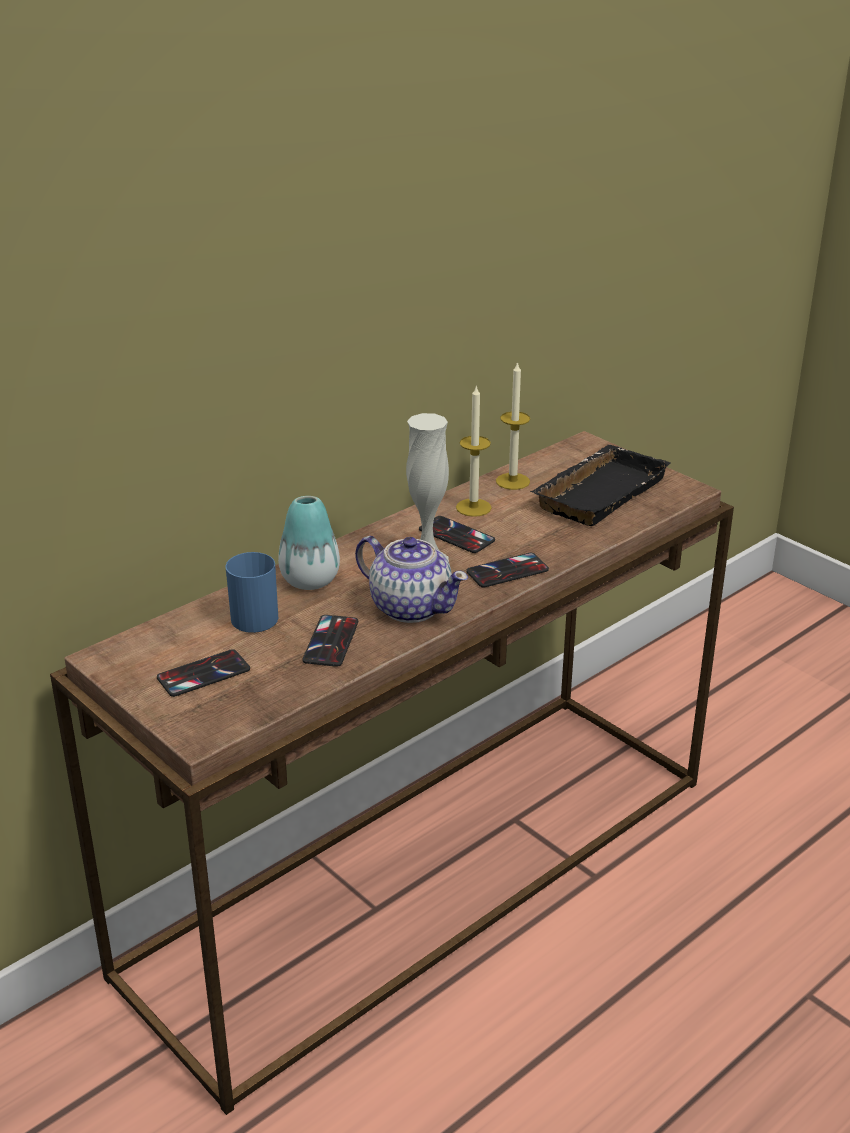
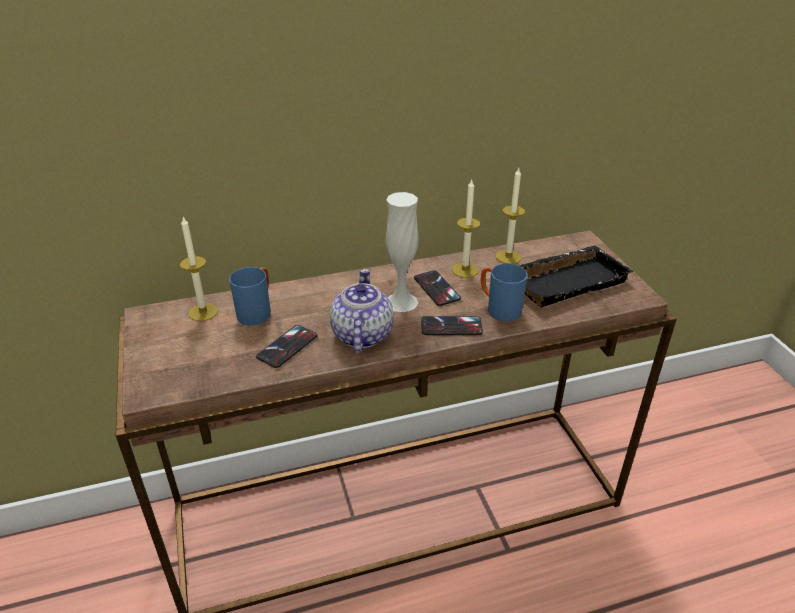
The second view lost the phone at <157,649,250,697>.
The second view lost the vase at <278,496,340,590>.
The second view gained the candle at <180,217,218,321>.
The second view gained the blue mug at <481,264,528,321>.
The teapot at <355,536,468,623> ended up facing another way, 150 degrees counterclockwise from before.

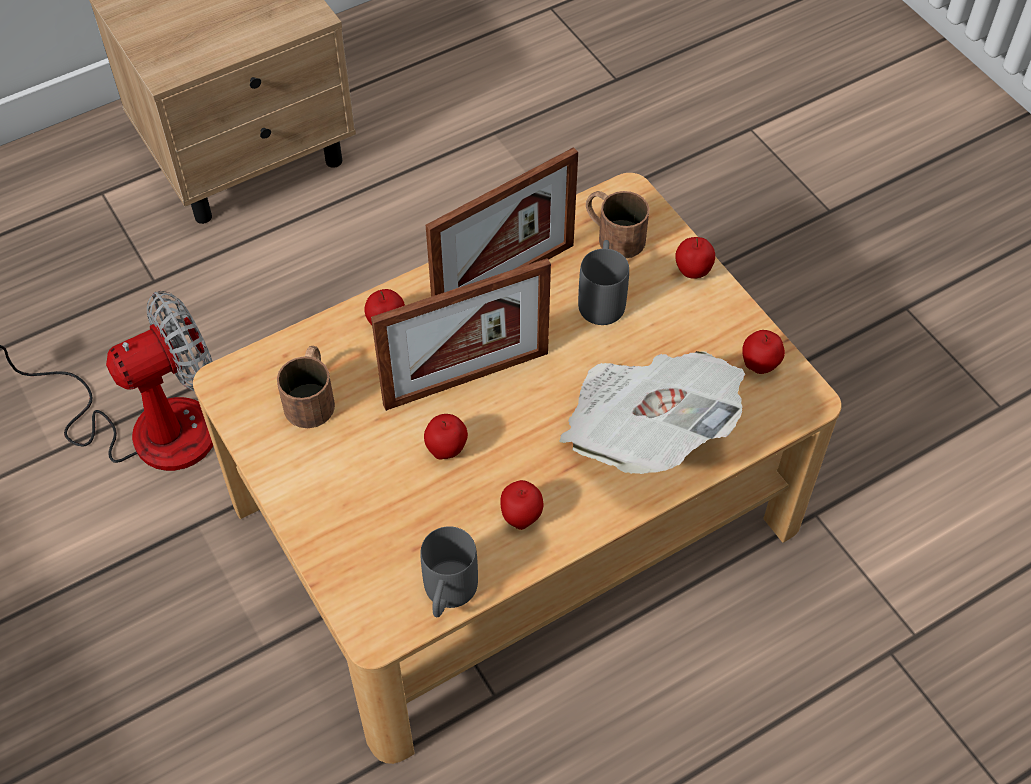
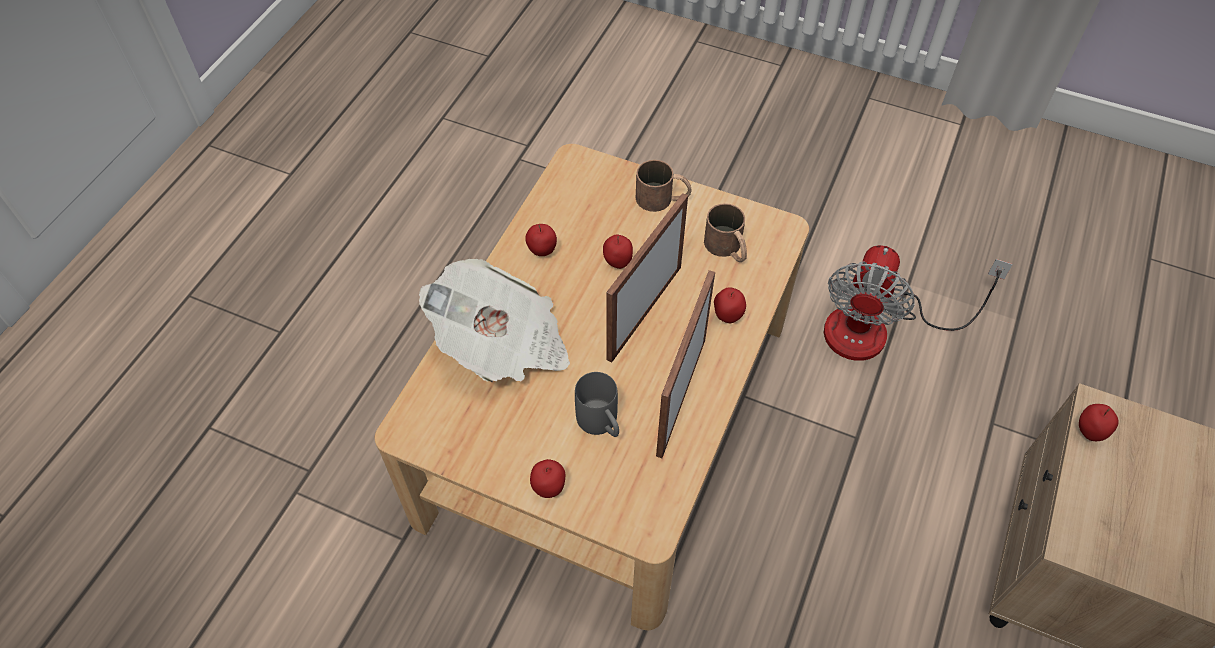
The second view lost the grey mug at <420,526,478,617>.
The brown mug ended up elsewhere, having gone from <586,191,649,258> to <636,160,692,212>.
The apple ended up elsewhere, having gone from <742,330,785,374> to <1079,404,1119,441>.

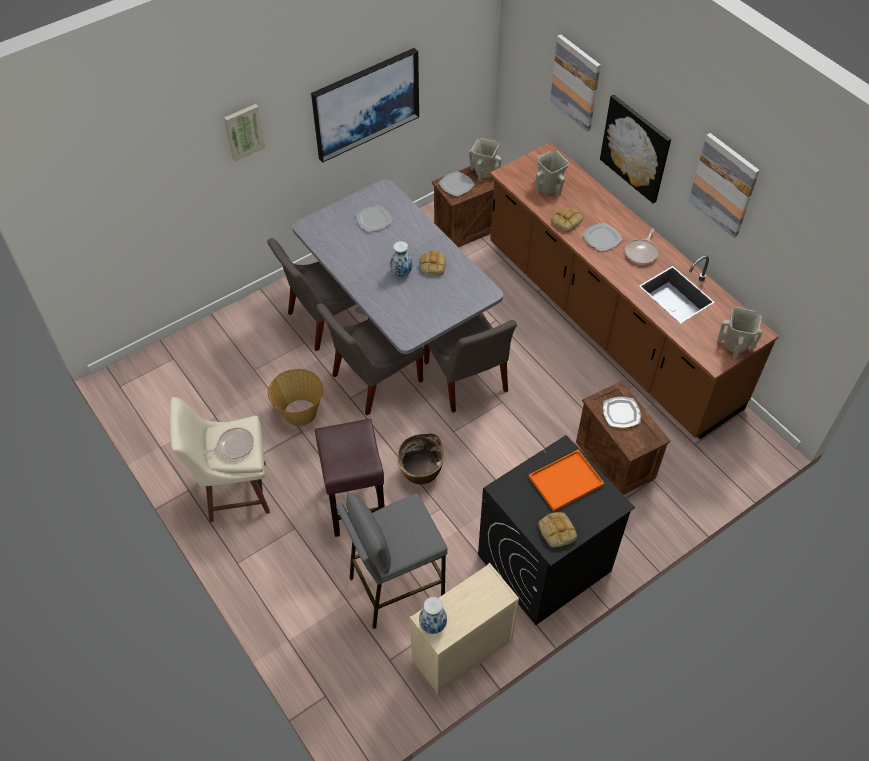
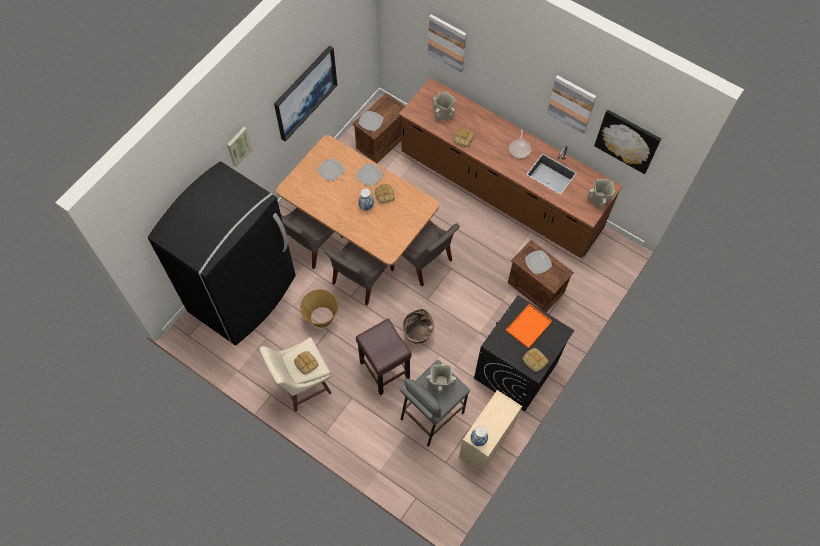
The second view gained the black fridge at <148,161,296,345>.
The beige vase ended up elsewhere, having gone from <469,138,501,181> to <427,364,456,396>.
The plate ended up elsewhere, having gone from <583,223,623,251> to <356,163,383,186>.
The picture ended up elsewhere, having gone from <600,95,671,203> to <594,110,661,174>.
Where the frying pan stood at <202,427,254,459>, the bread came to stand at <294,351,318,374>.
What was the grey dining table at <292,179,503,354> turned into the brown dining table at <276,135,439,266>.

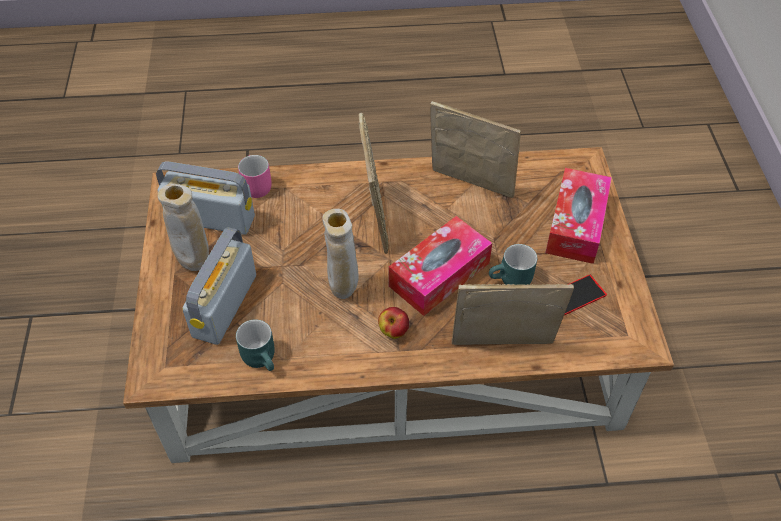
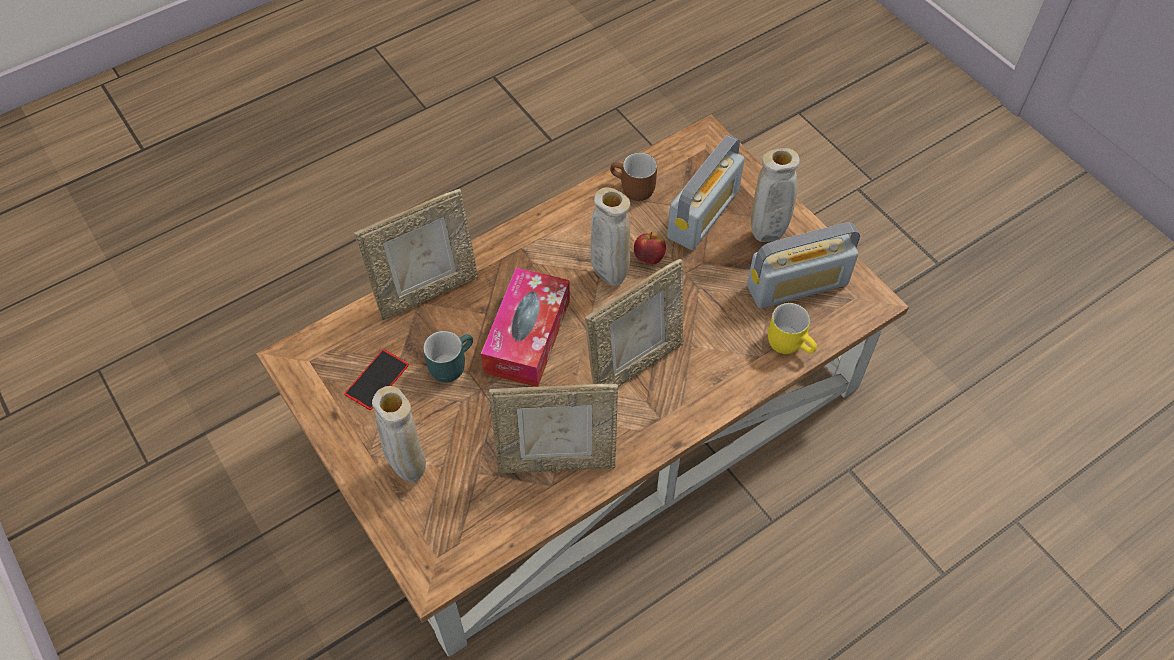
The apple ended up elsewhere, having gone from <378,307,409,339> to <634,232,666,265>.
Where the tissue box stood at <545,168,612,264>, the beige vase came to stand at <372,386,426,482>.
What was the turquoise mug at <236,319,275,371> turned into the brown mug at <610,153,657,201>.
What was the pink mug at <238,155,272,198> turned into the yellow mug at <768,303,817,354>.
The radio at <182,227,256,345> ended up facing another way, 45 degrees clockwise from before.
The picture frame at <358,112,389,254> ended up facing another way, 90 degrees counterclockwise from before.

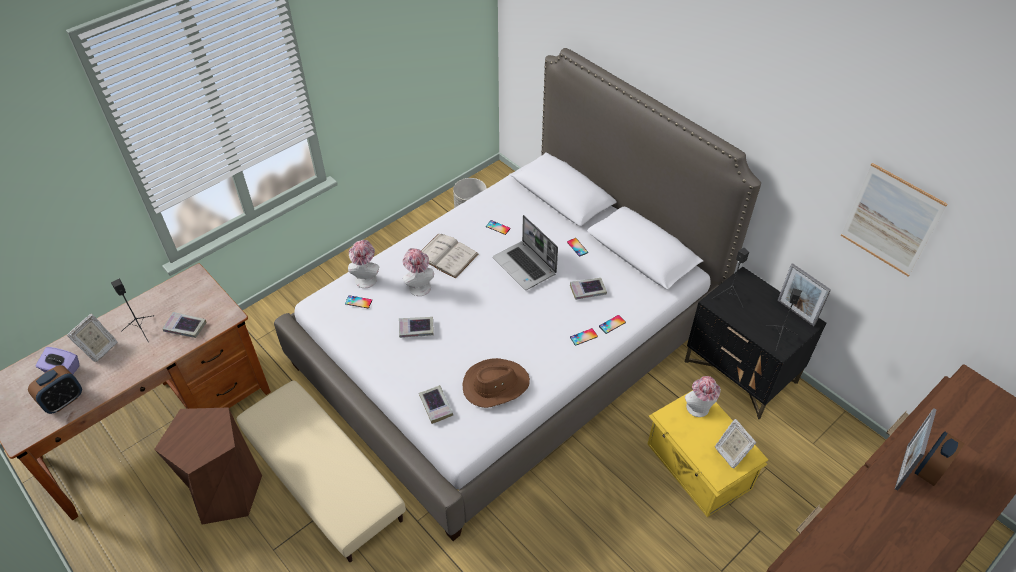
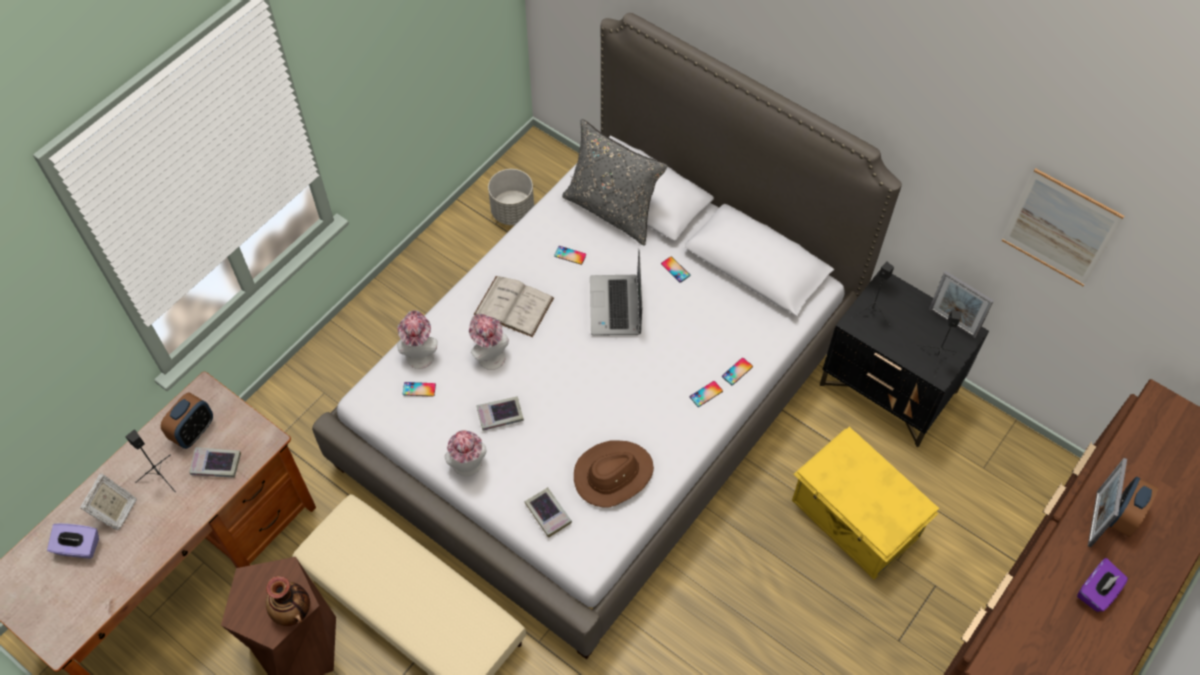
The second view lost the book at <570,278,607,300>.
The second view lost the picture frame at <715,419,756,468>.
The second view gained the vase at <266,576,310,626>.
The second view gained the grey pillow at <562,119,668,246>.
The second view gained the purple tissue box at <1077,558,1128,612>.
The alarm clock ended up elsewhere, having gone from <28,365,82,414> to <161,393,213,449>.
The hat ended up elsewhere, having gone from <685,376,721,417> to <445,430,486,476>.
The laptop at <493,215,558,290> ended up facing another way, 45 degrees clockwise from before.

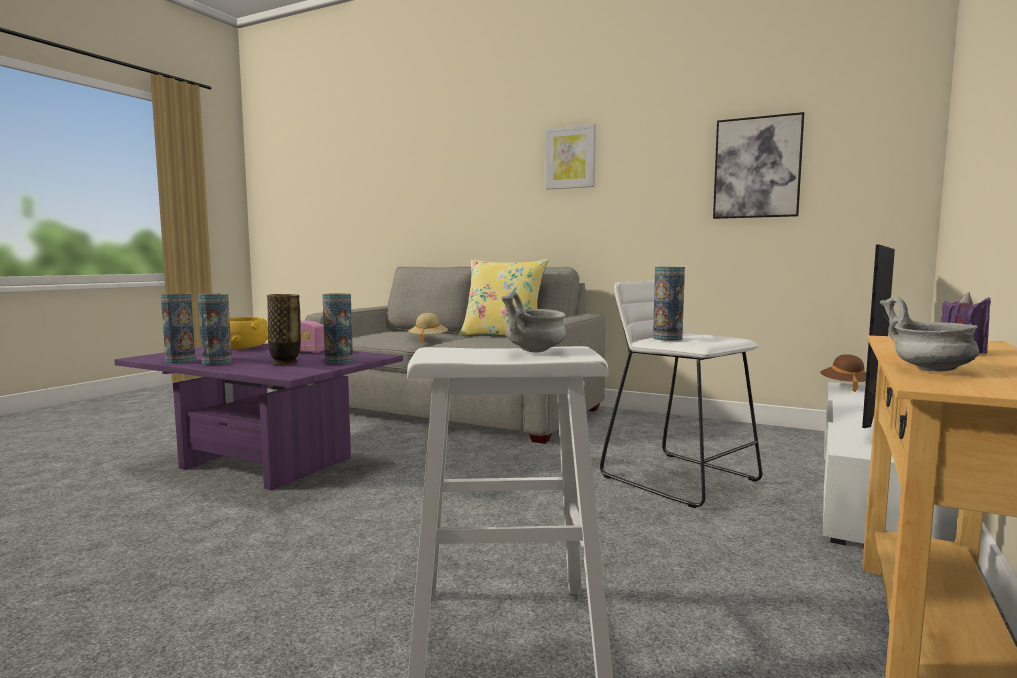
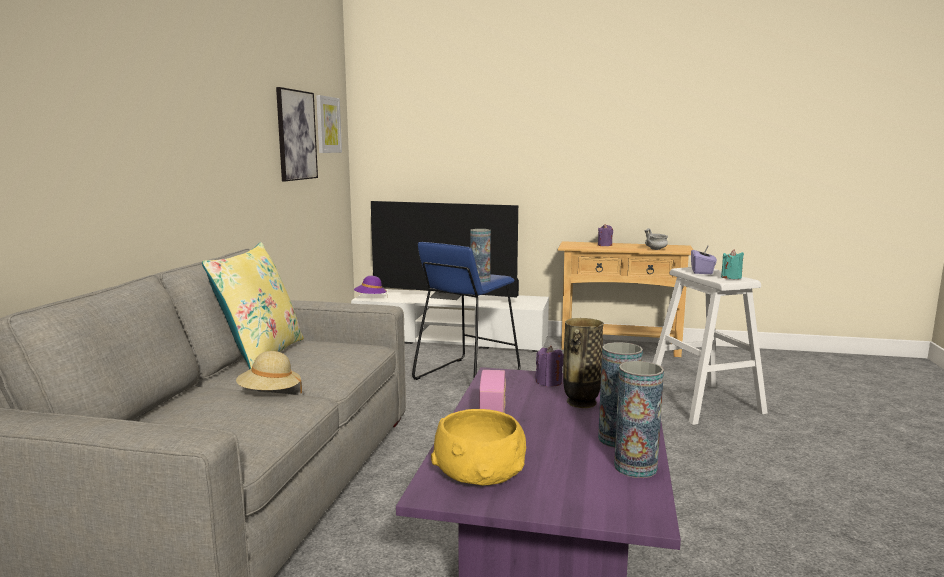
The second view gained the turquoise candle at <721,249,744,279>.
The picture ended up elsewhere, having gone from <545,124,596,189> to <316,95,342,153>.
Where the vase stood at <322,293,353,364>, the purple candle came to stand at <535,346,564,387>.
Where the grey bowl stood at <502,291,566,352>, the purple tissue box came to stand at <691,246,717,274>.
What was the white stool at <600,280,763,508> turned into the blue stool at <412,242,520,380>.
What was the brown hat at <820,354,866,392> turned into the purple hat at <354,276,387,294>.

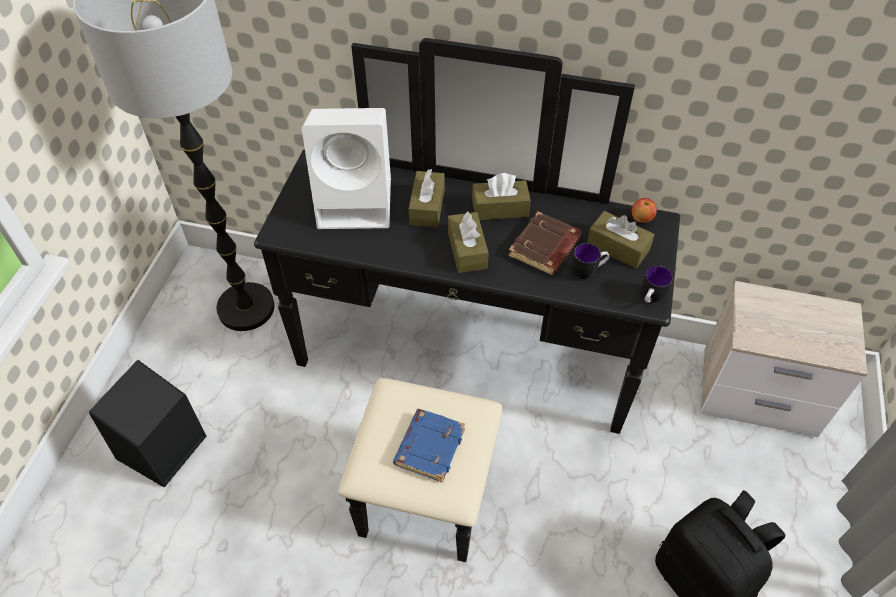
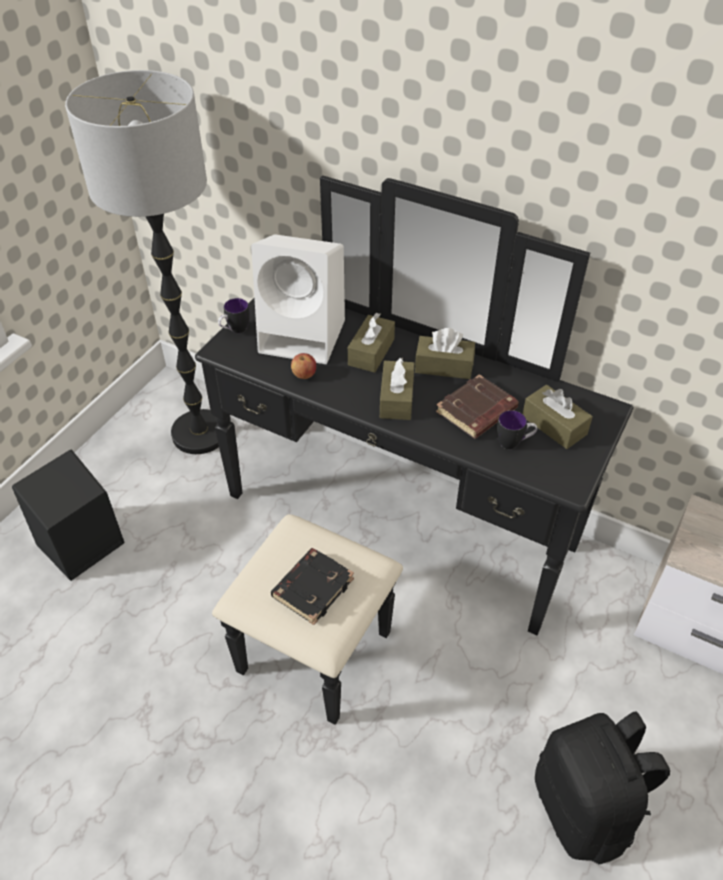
The apple ended up elsewhere, having gone from <632,198,657,223> to <291,353,316,379>.
The mug ended up elsewhere, having gone from <642,266,673,303> to <218,298,250,333>.
What was the blue book at <393,409,465,483> turned into the black book at <271,548,354,625>.

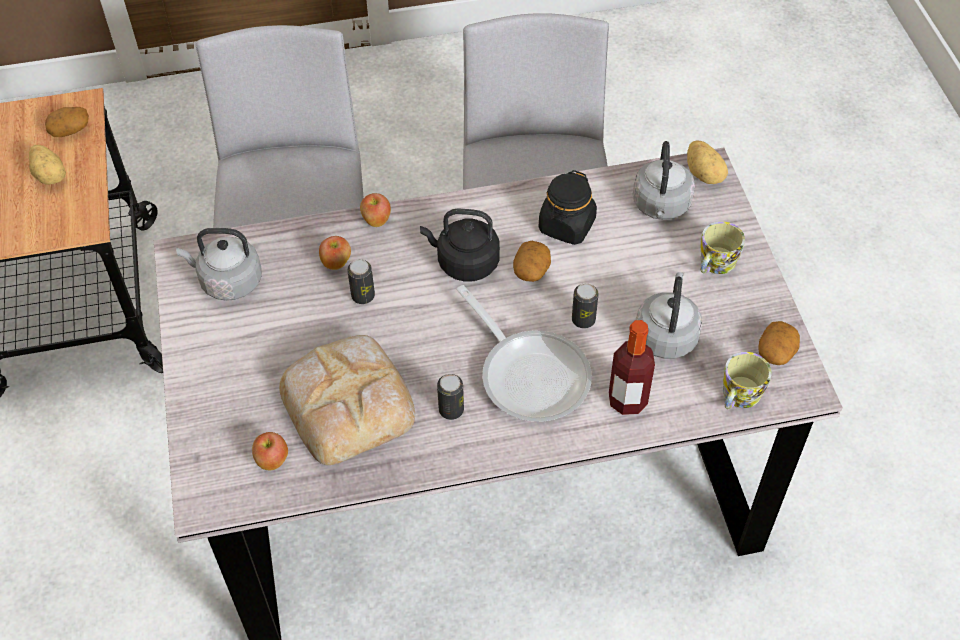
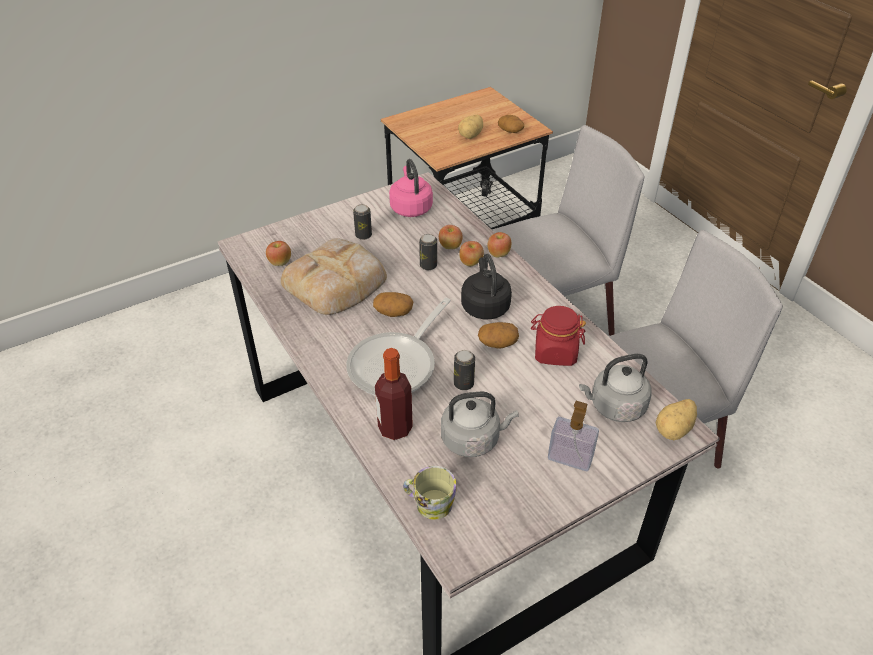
The second view gained the apple at <459,241,484,266>.
The can ended up elsewhere, having gone from <437,374,464,420> to <353,204,372,240>.
The potato ended up elsewhere, having gone from <758,321,800,365> to <373,292,413,317>.
Where the mug stood at <700,221,745,274>, the soap dispenser came to stand at <548,401,599,471>.
What was the grey kettle at <176,228,262,301> turned into the pink kettle at <389,159,433,217>.
What was the black jar at <539,170,597,245> turned into the red jar at <531,306,586,366>.

